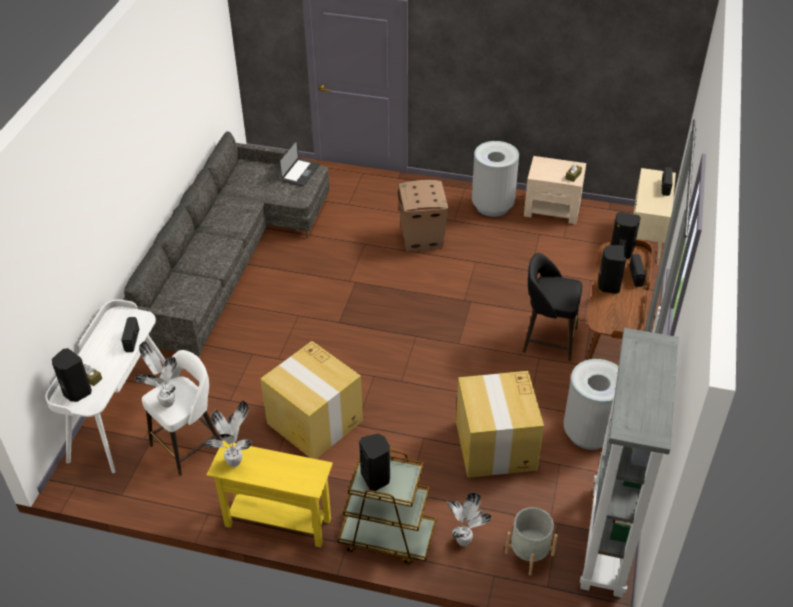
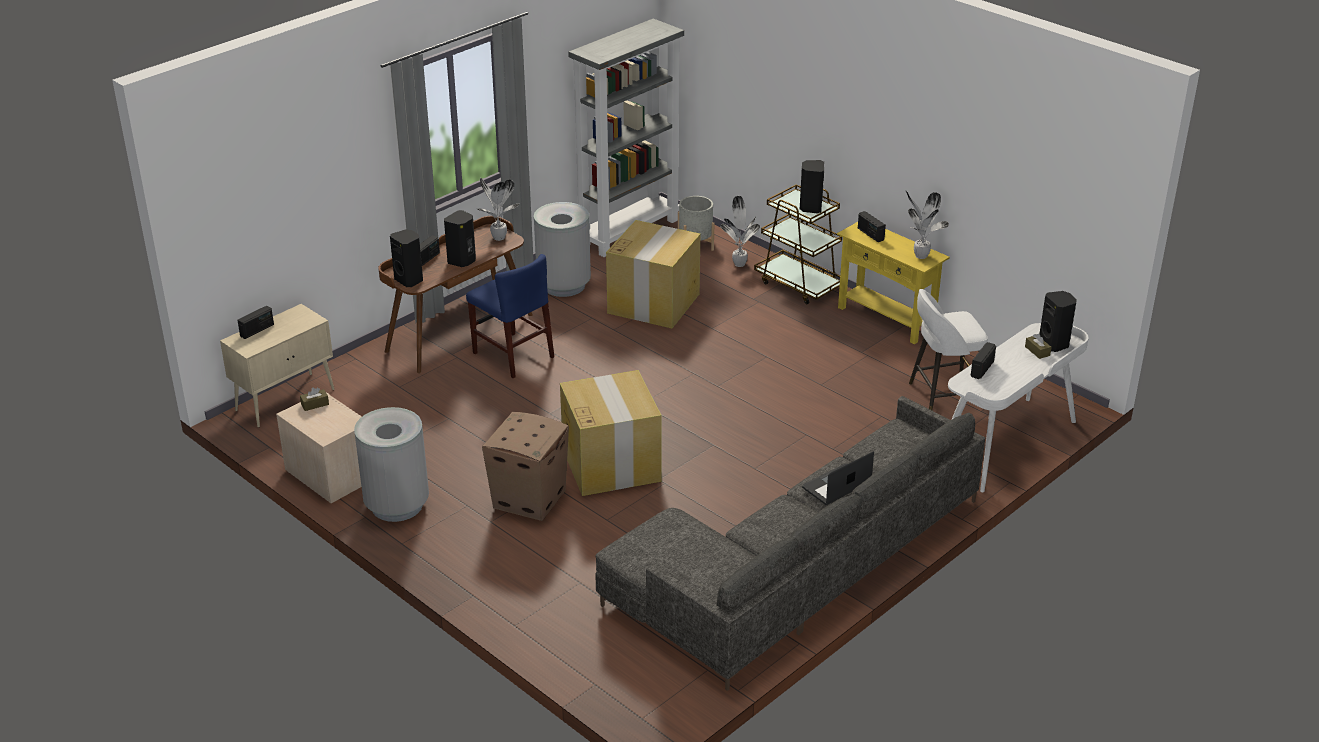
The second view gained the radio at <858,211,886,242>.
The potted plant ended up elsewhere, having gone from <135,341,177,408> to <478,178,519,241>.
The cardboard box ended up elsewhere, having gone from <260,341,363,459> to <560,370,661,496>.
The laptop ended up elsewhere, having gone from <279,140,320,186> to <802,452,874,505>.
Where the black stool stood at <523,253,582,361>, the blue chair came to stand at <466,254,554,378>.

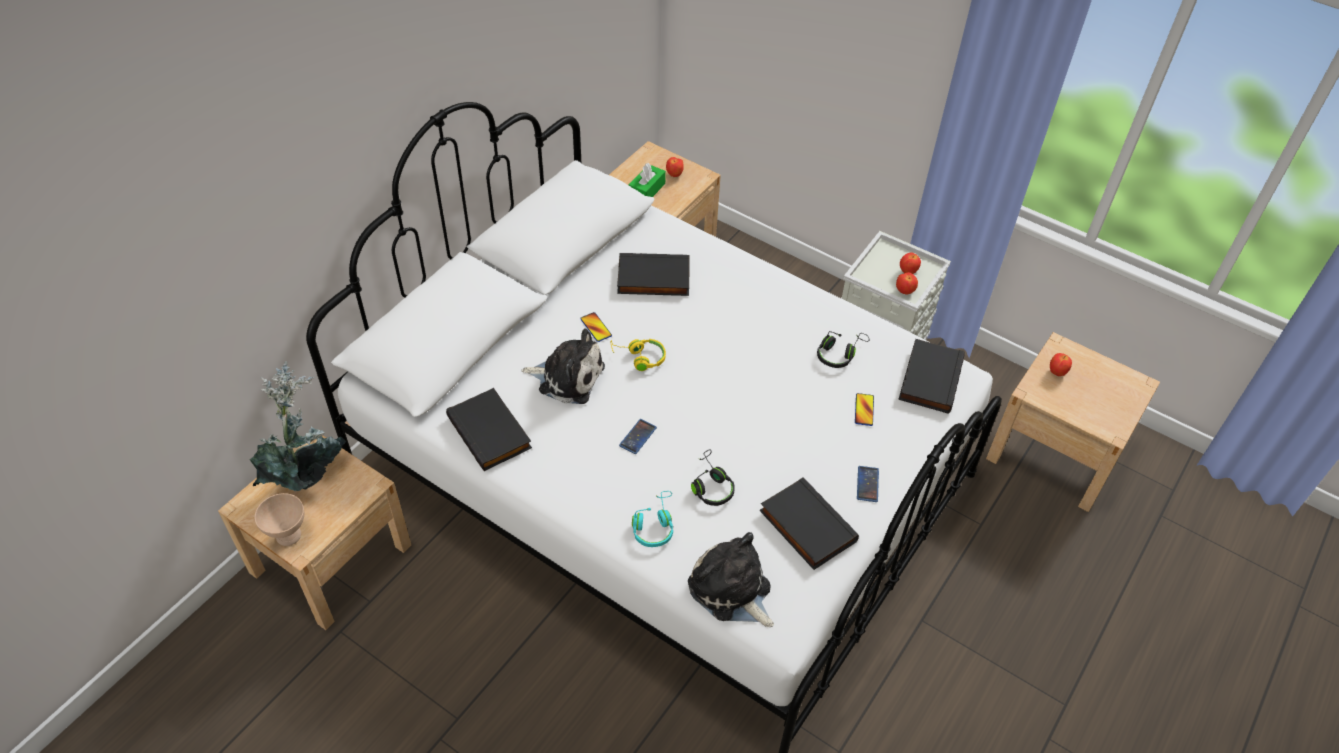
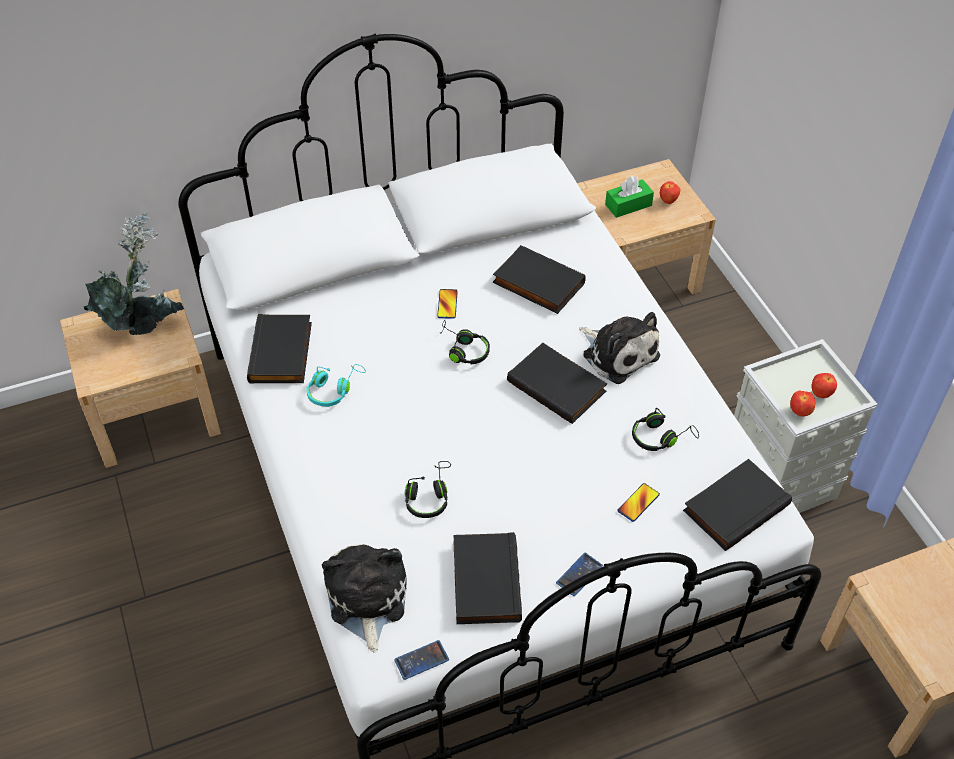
The second view lost the beige bowl at <254,493,304,546>.
The second view lost the apple at <1050,353,1072,376>.
The second view gained the black book at <507,343,607,424>.
The plush toy ended up elsewhere, having gone from <521,328,605,404> to <579,312,660,384>.
The phone ended up elsewhere, having gone from <619,419,657,454> to <394,640,449,680>.
The turquoise headphones ended up elsewhere, having gone from <632,491,673,547> to <306,364,366,407>.
What was the yellow headphones at <611,339,666,371> turned into the black headphones at <440,320,490,364>.

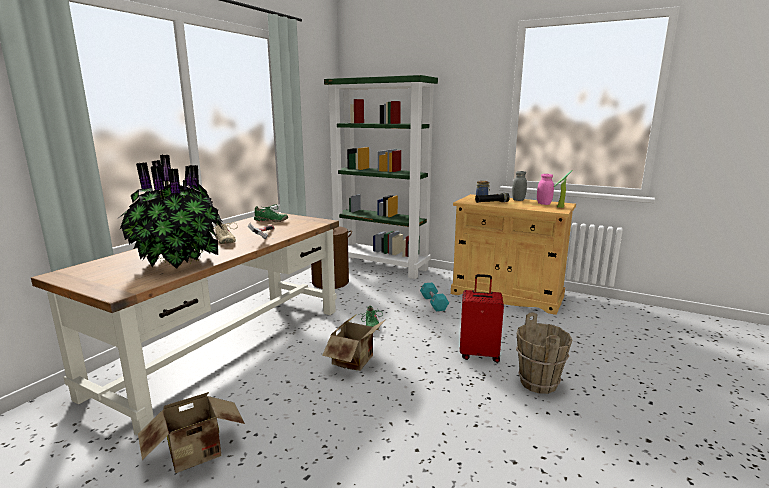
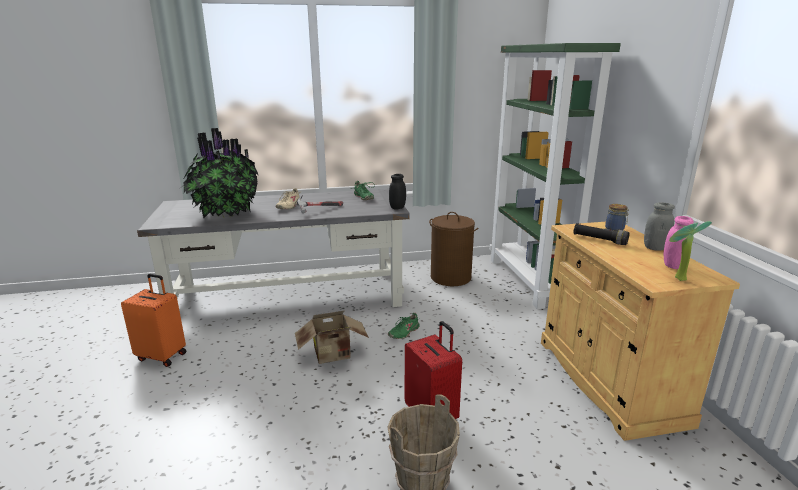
The second view lost the turquoise dumbbell at <420,283,449,311>.
The second view gained the black jar at <389,174,406,210>.
Where the cardboard box stood at <138,392,245,473>, the orange suitcase came to stand at <121,274,186,367>.
What was the brown desk at <31,212,339,436> turned into the grey desk at <137,189,410,307>.

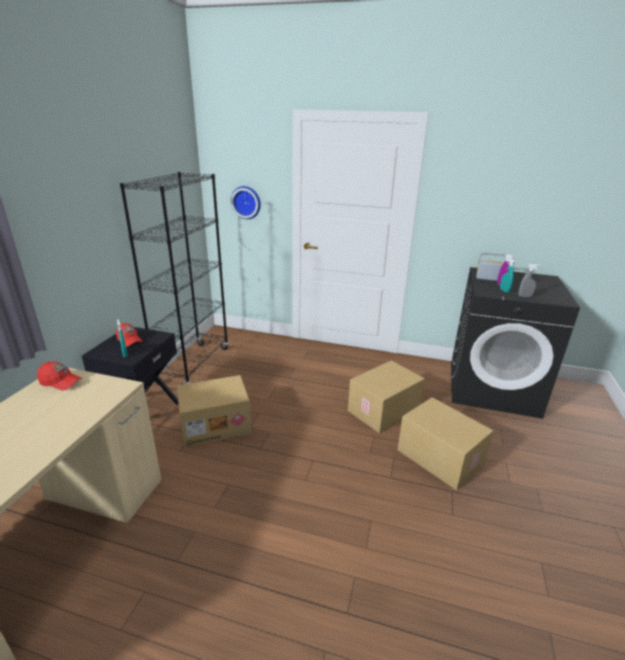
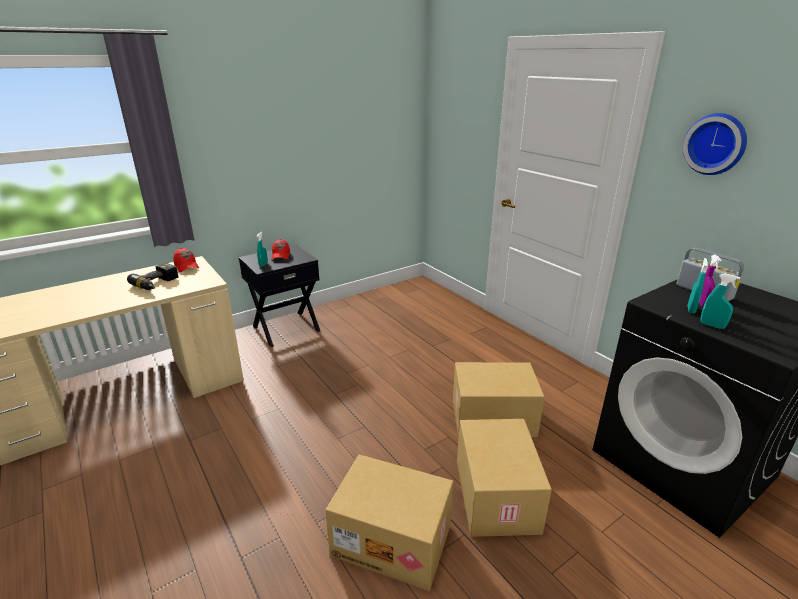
The second view lost the black bookcase at <120,172,229,385>.
The second view gained the power drill at <127,263,179,290>.
The cardboard box ended up elsewhere, having gone from <177,375,251,447> to <326,454,454,591>.
The wall clock ended up elsewhere, having gone from <231,186,261,219> to <683,113,747,175>.
What was the grey spray bottle at <519,264,540,297> turned into the turquoise spray bottle at <701,273,741,329>.

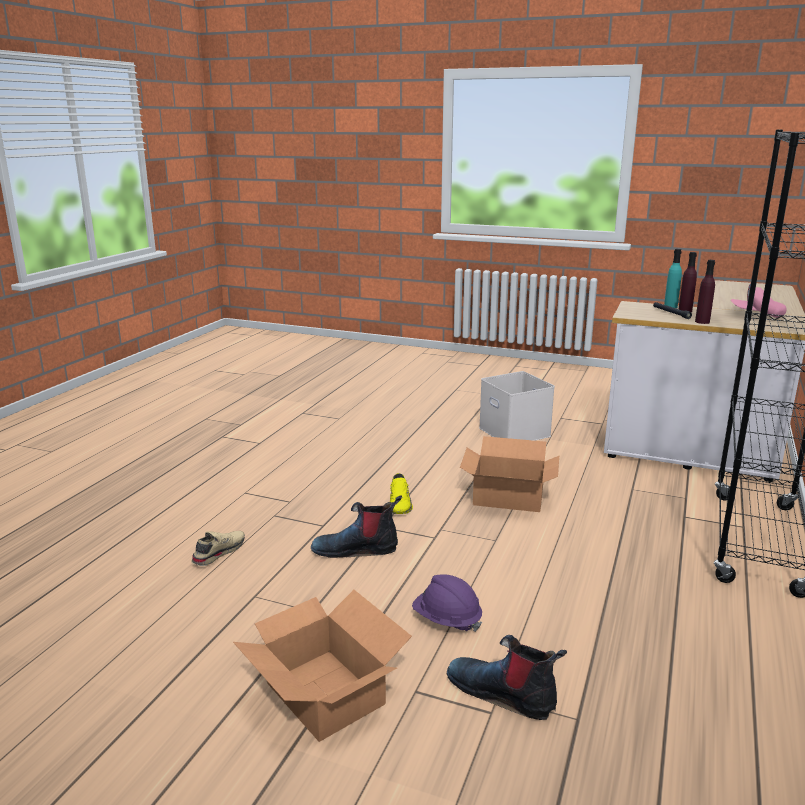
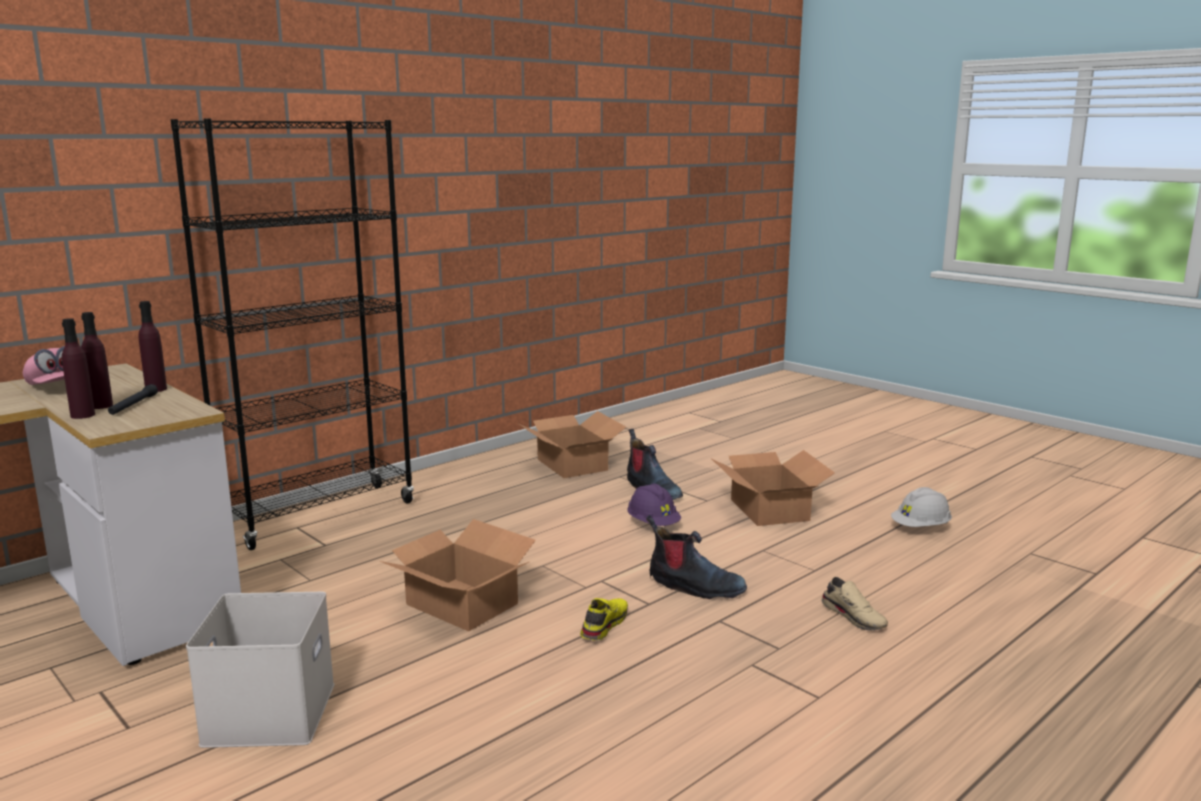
The second view gained the cardboard box at <519,411,626,478>.
The second view gained the white hard hat at <891,487,952,527>.
What was the turquoise bottle at <664,249,682,308> turned into the purple bottle at <62,318,95,419>.
The beige shoe at <191,531,245,566> ended up facing another way, 90 degrees counterclockwise from before.

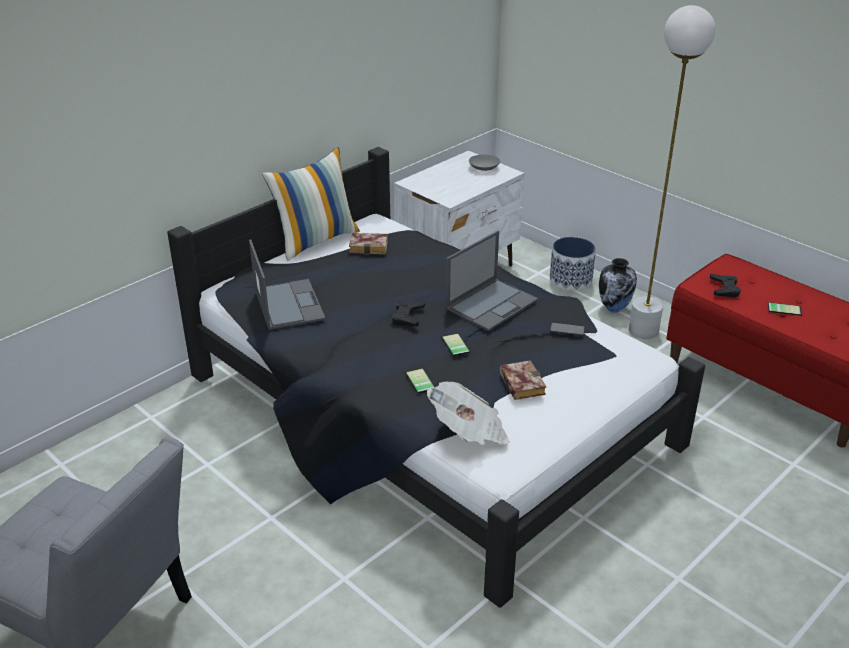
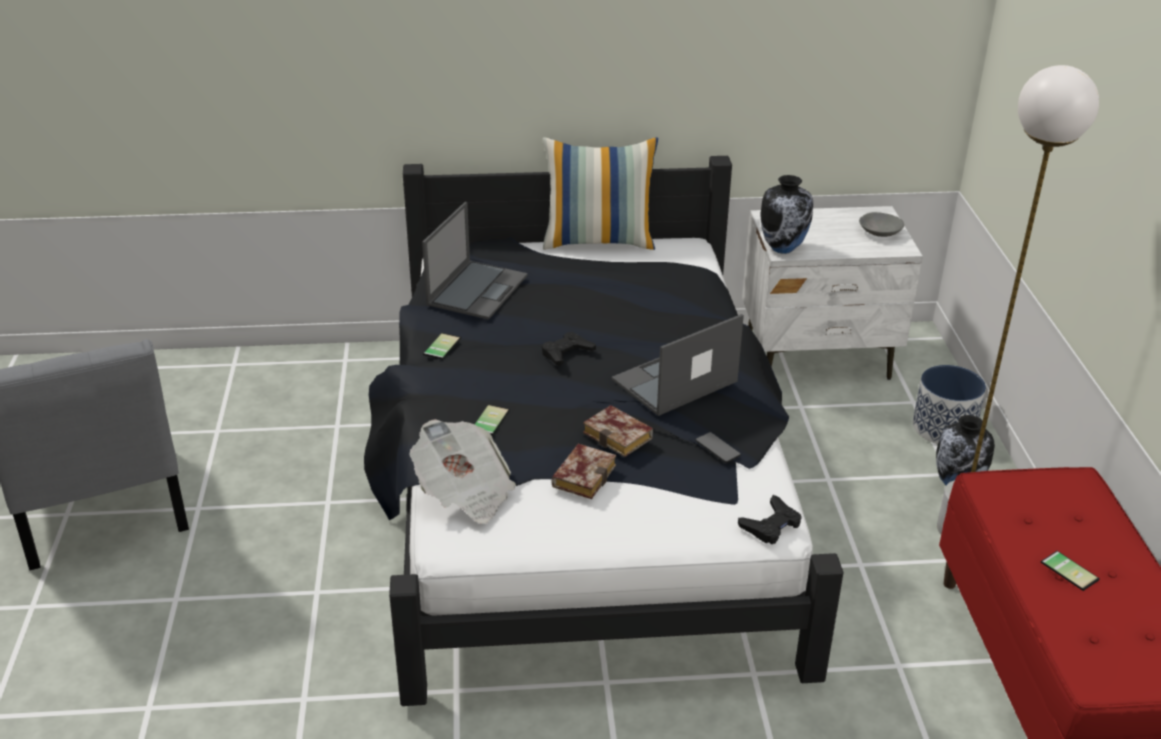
The second view gained the vase at <760,175,814,254>.
The book ended up elsewhere, having gone from <349,233,388,255> to <583,405,653,457>.
The phone ended up elsewhere, having gone from <441,333,470,356> to <423,333,461,359>.
The black game controller ended up elsewhere, having gone from <710,274,741,298> to <738,495,802,544>.
The laptop at <446,230,538,331> ended up facing another way, 150 degrees clockwise from before.

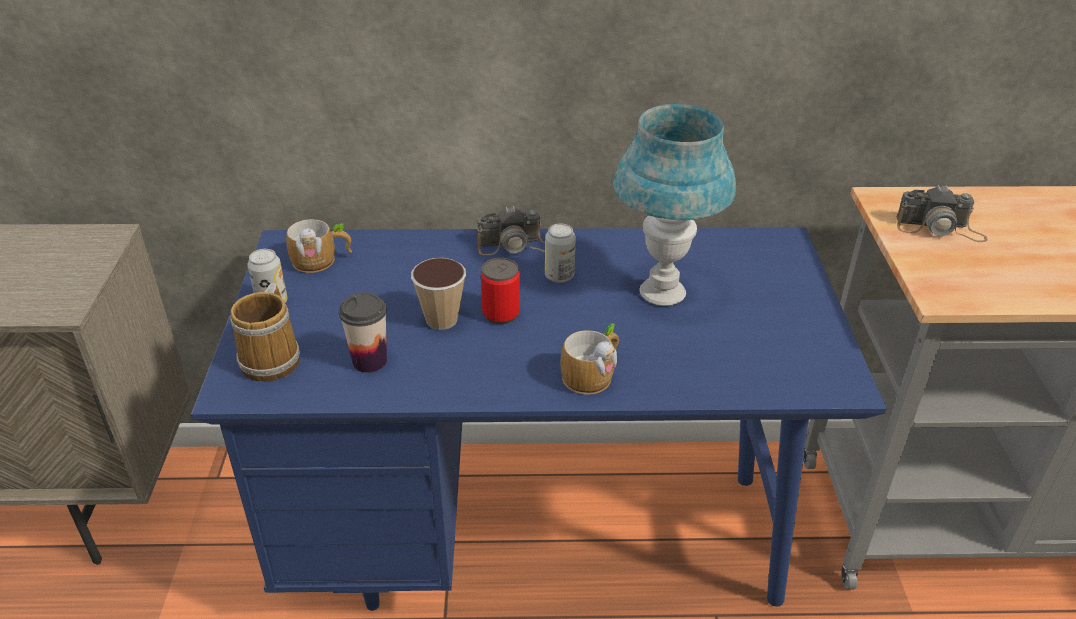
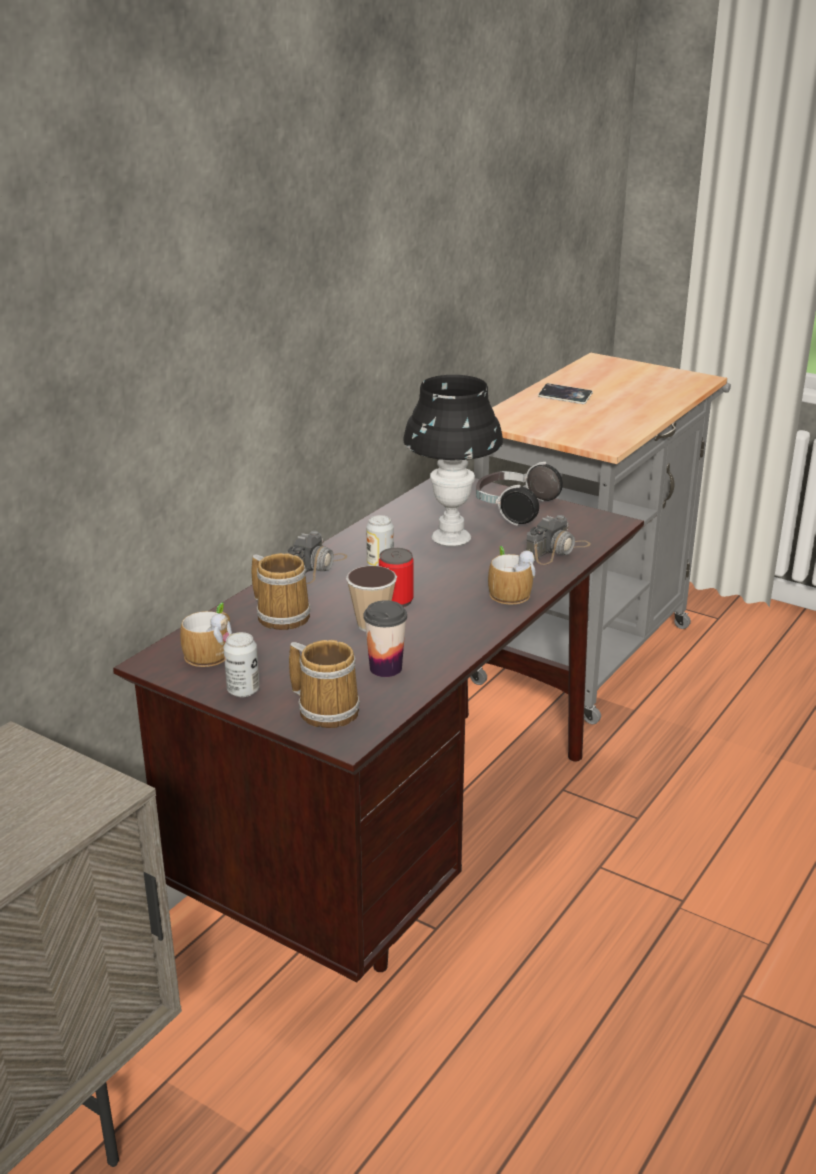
The second view gained the mug at <252,553,311,630>.
The second view gained the headphones at <476,462,563,526>.
The second view gained the phone at <538,383,593,404>.
The photo camera ended up elsewhere, having gone from <896,185,988,242> to <526,515,591,565>.
What was the blue desk at <191,227,887,611> turned into the brown desk at <113,478,644,982>.
What was the blue table lamp at <613,104,736,306> turned into the black table lamp at <403,375,503,547>.

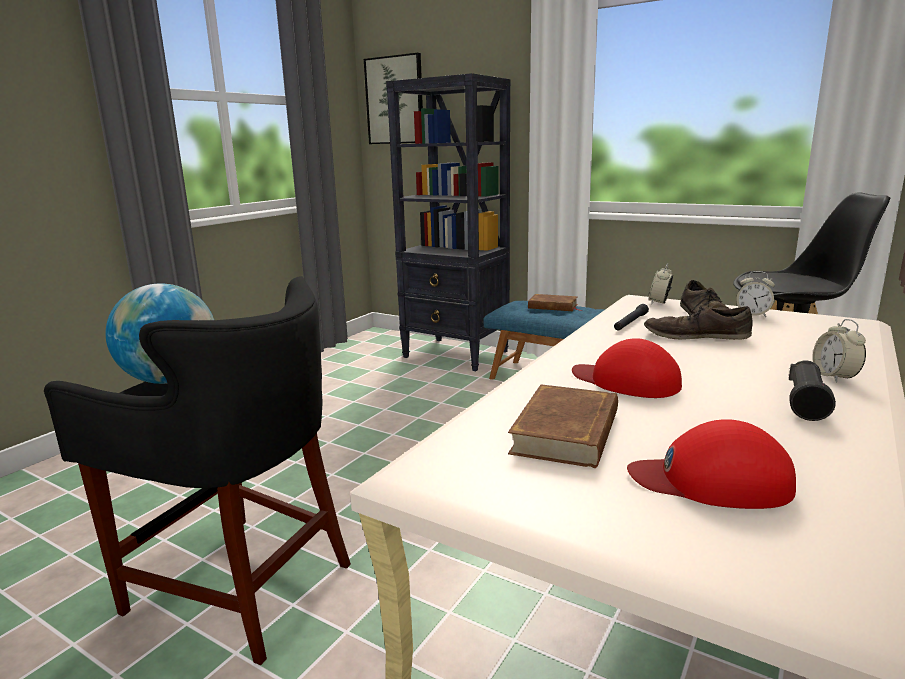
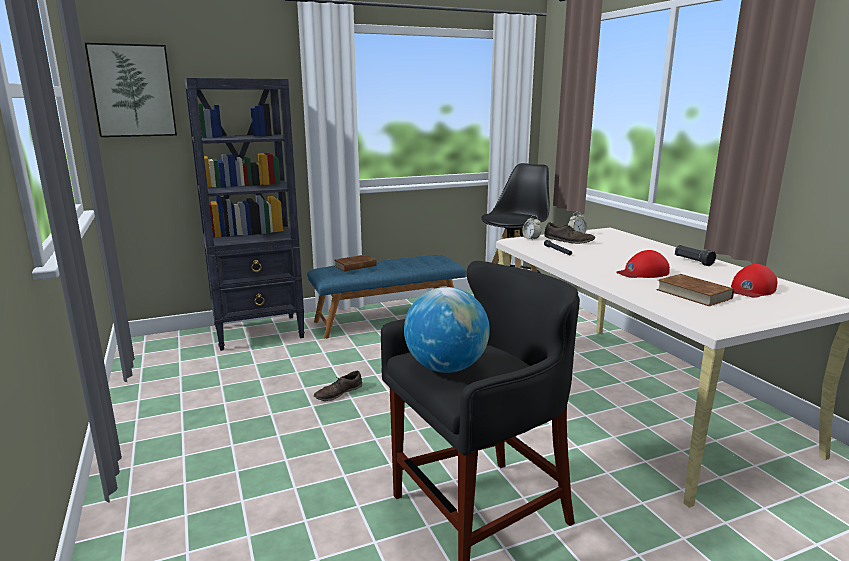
The second view lost the alarm clock at <813,319,866,383>.
The brown shoe ended up elsewhere, having gone from <644,306,753,340> to <314,371,362,401>.

